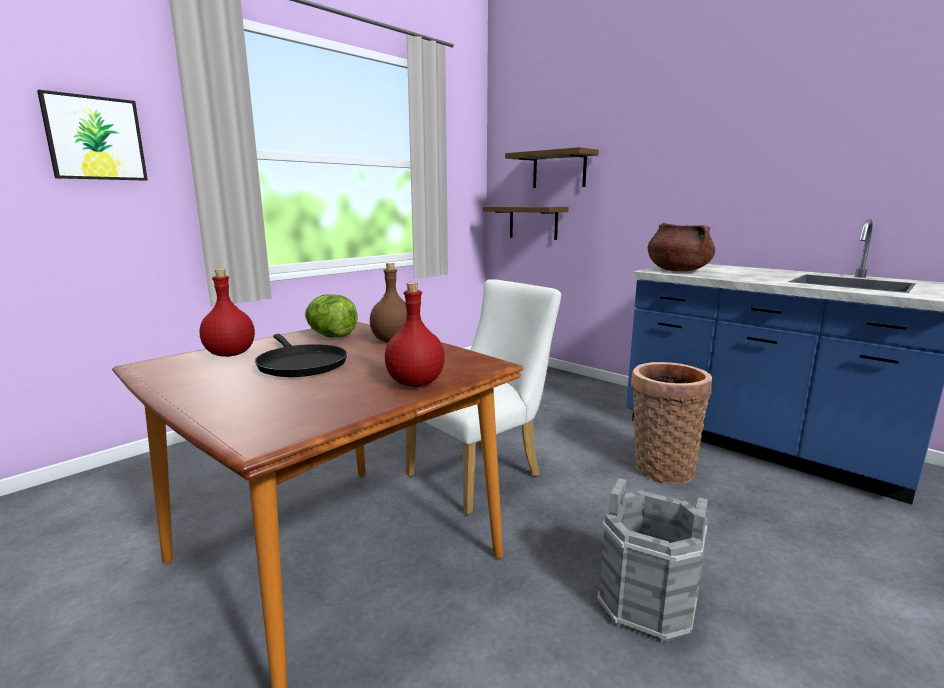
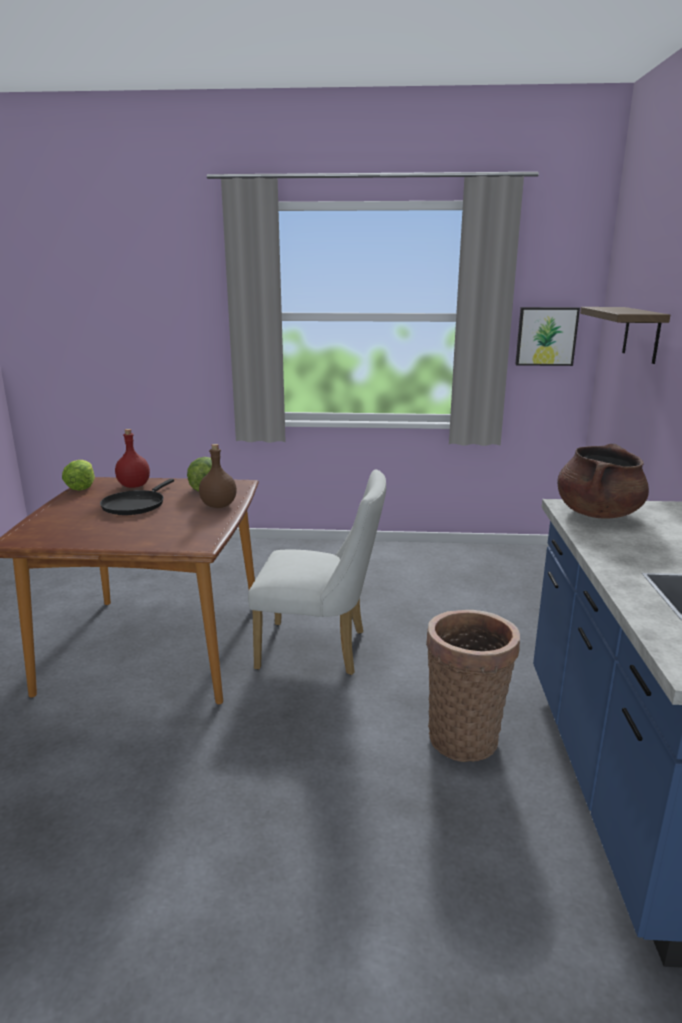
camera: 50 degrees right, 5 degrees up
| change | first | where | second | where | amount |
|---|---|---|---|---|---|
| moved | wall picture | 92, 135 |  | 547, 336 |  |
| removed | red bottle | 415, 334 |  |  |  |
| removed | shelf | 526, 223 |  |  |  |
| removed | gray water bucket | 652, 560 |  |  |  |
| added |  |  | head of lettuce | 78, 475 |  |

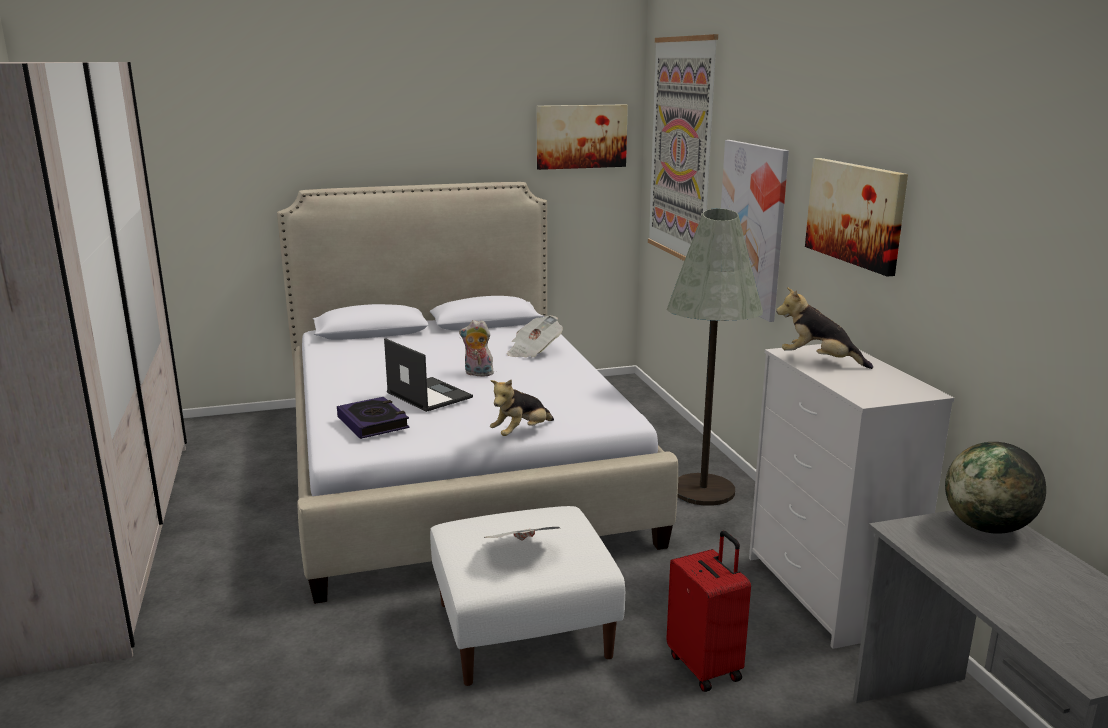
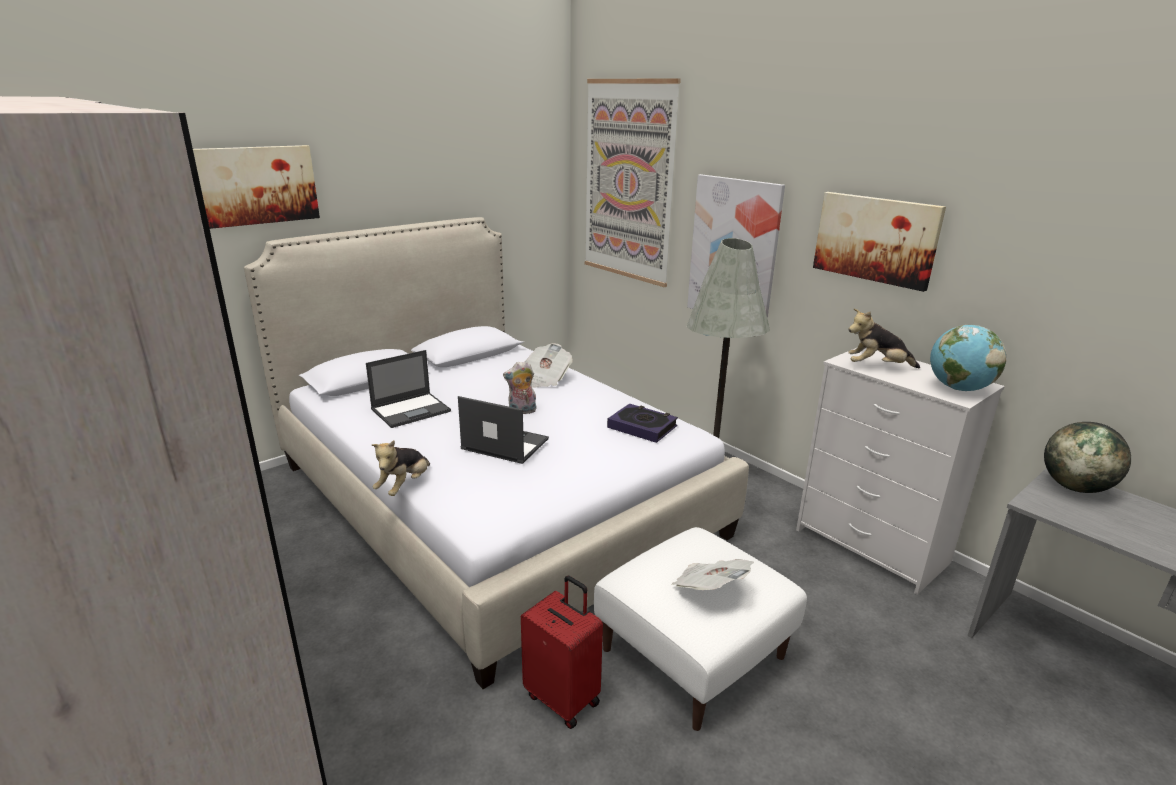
camera: 25 degrees left, 5 degrees up
| change | first | where | second | where | amount |
|---|---|---|---|---|---|
| moved | bound book | 373, 418 |  | 642, 423 |  |
| moved | cuddly toy | 522, 408 |  | 401, 468 |  |
| moved | wall picture | 582, 137 |  | 256, 187 |  |
| moved | red travel case | 708, 611 |  | 562, 652 |  |
| added |  |  | laptop | 408, 389 |  |
| added |  |  | world globe | 968, 358 |  |

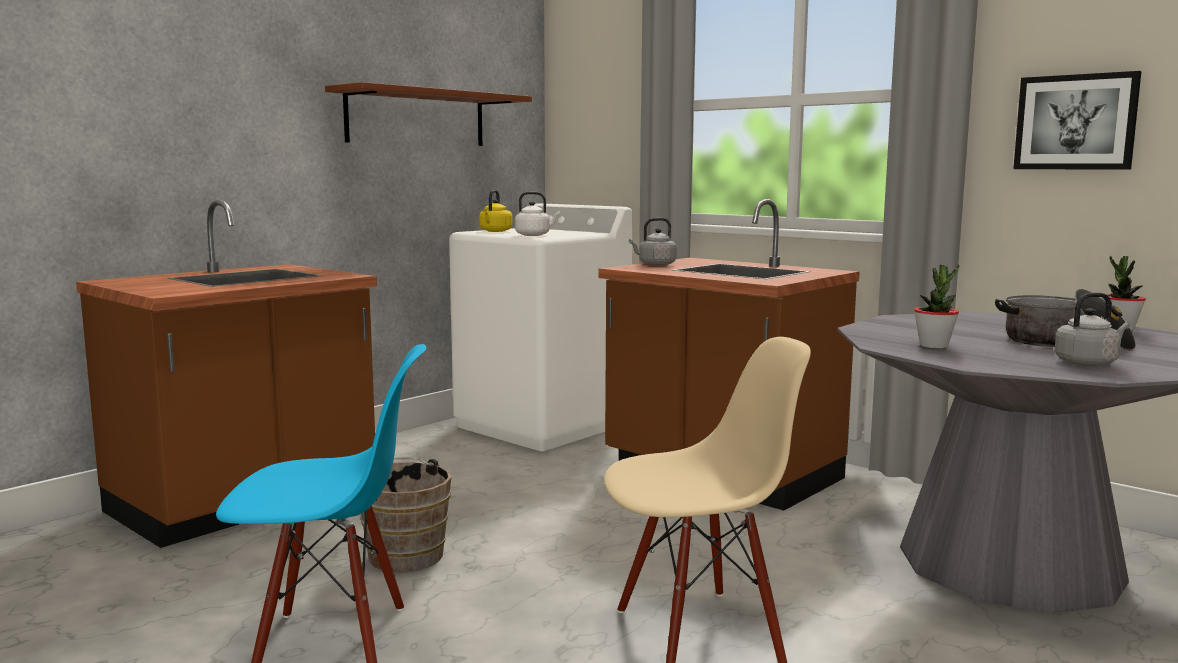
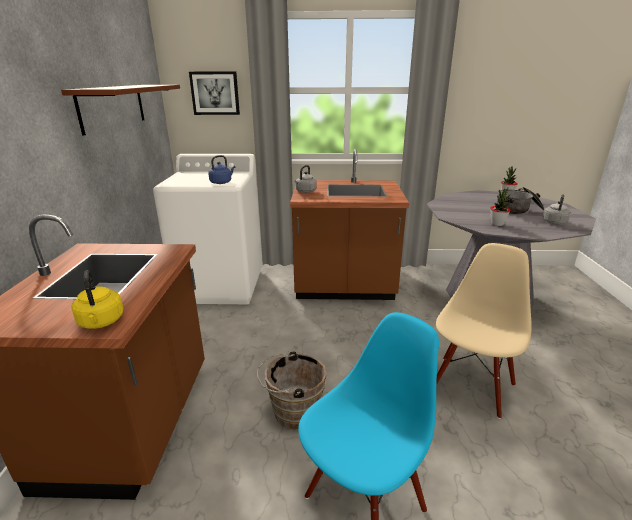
camera: 40 degrees left, 15 degrees up
| change | first | where | second | where | amount |
|---|---|---|---|---|---|
| moved | yellow kettle | 496, 211 |  | 98, 299 |  |
| recoloured | white kettle | 537, 214 | blue kettle | 221, 169 |  |
| moved | wall picture | 1077, 120 |  | 214, 93 |  |

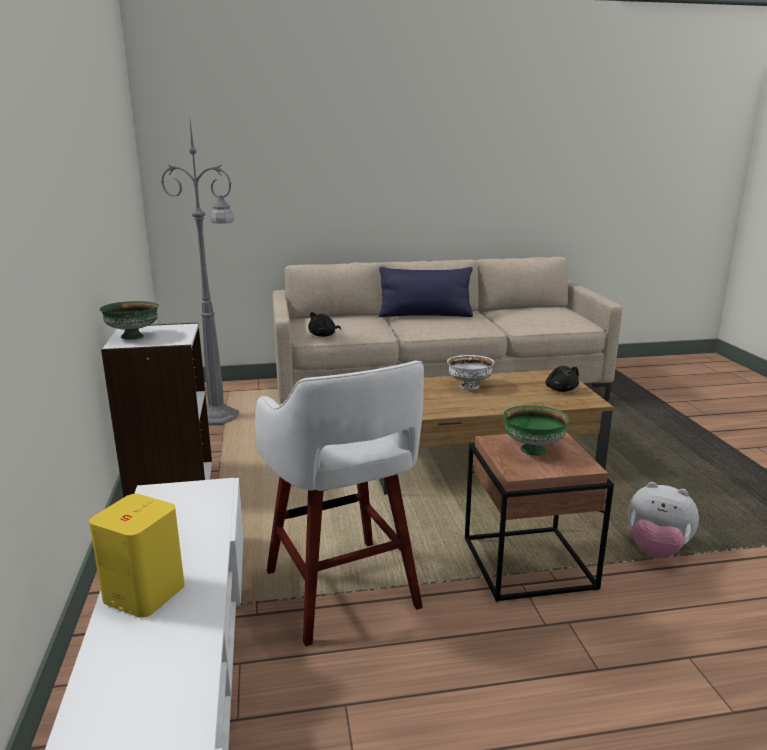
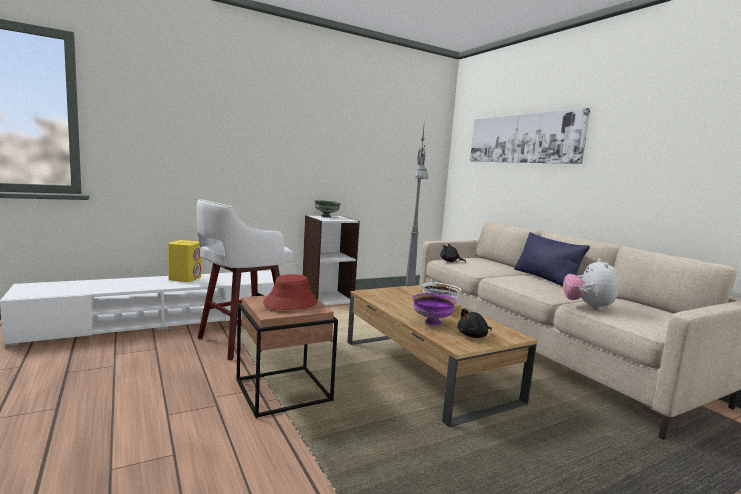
camera: 70 degrees right, 10 degrees down
| change | first | where | second | where | amount |
|---|---|---|---|---|---|
| replaced | green deep dish | 536, 430 | red hat | 290, 292 |  |
| moved | cuddly toy | 663, 520 |  | 590, 285 |  |
| added |  |  | purplish deep dish | 434, 309 |  |
| added |  |  | wall picture | 530, 136 |  |

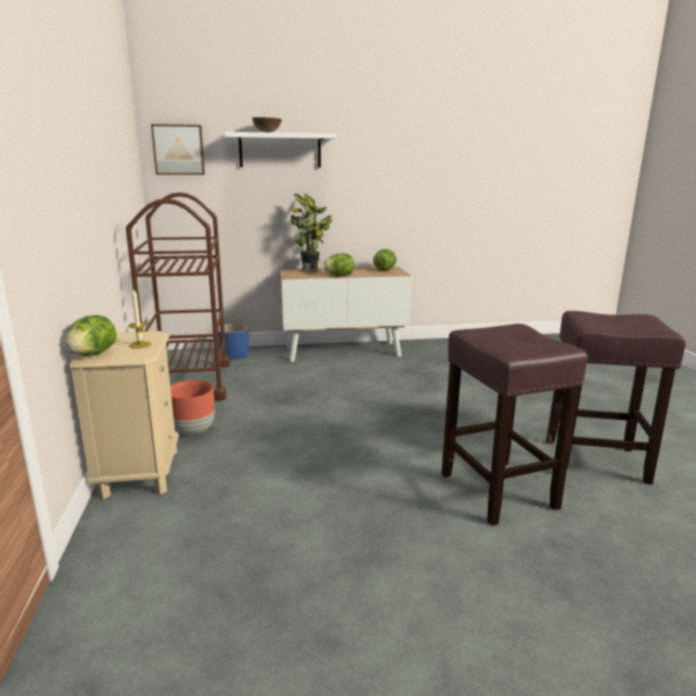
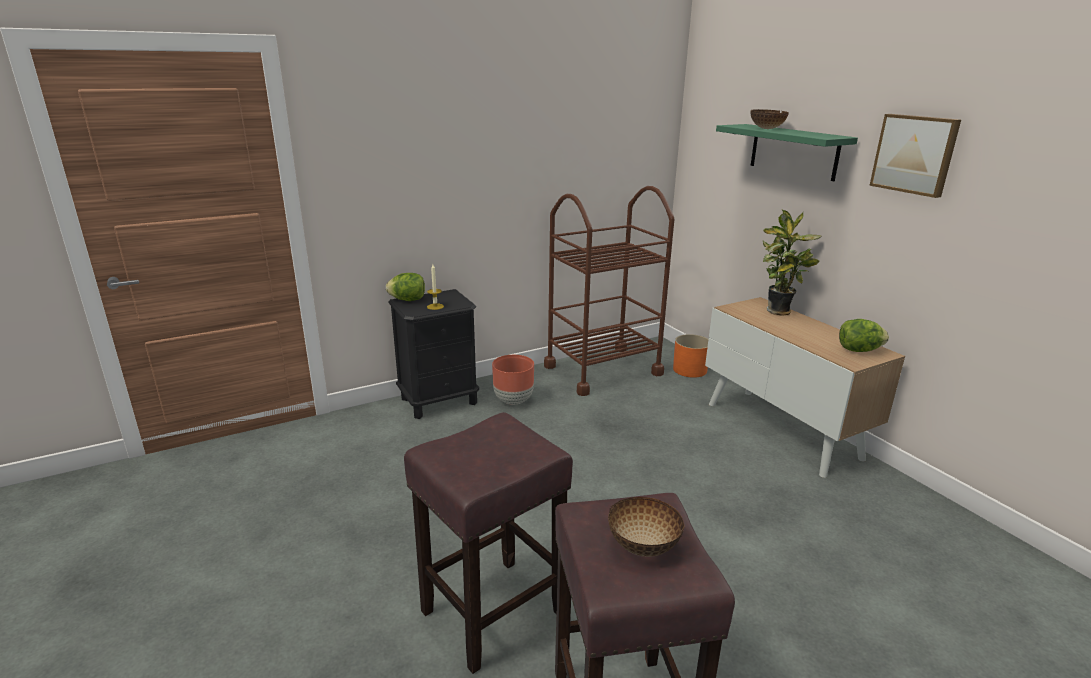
camera: 70 degrees right, 5 degrees up
| change | first | where | second | where | amount |
|---|---|---|---|---|---|
| recoloured | sand-coloured bedside table | 124, 415 | black bedside table | 433, 354 |  |
| moved | wall picture | 178, 149 |  | 915, 156 |  |
| recoloured | blue plant pot | 233, 342 | orangey plant pot | 690, 356 |  |
| recoloured | white shelf | 280, 150 | green shelf | 787, 152 |  |
| removed | head of lettuce | 338, 264 |  |  |  |
| added |  |  | deep dish | 646, 527 |  |

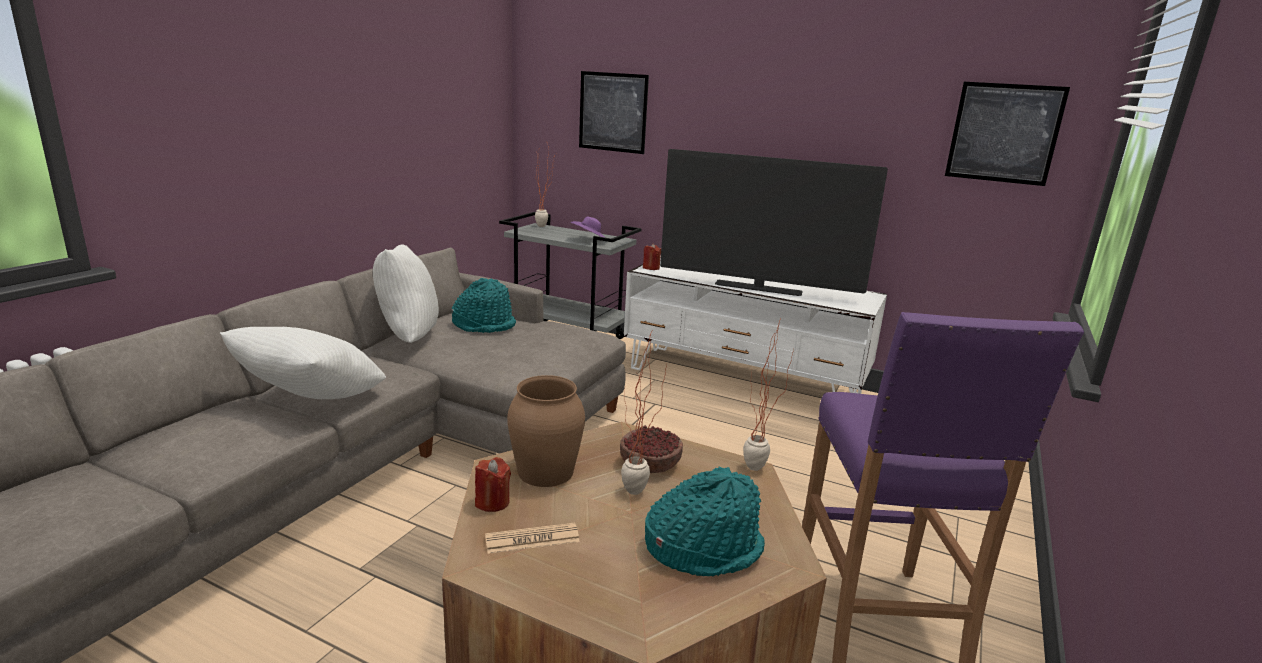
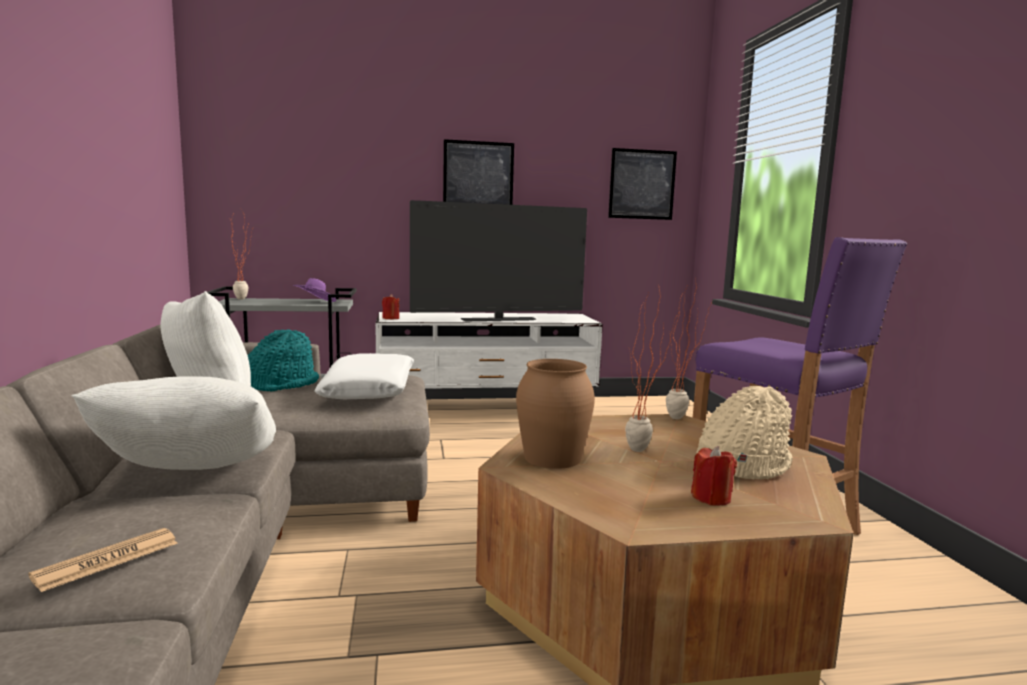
camera: 35 degrees left, 10 degrees down
| change | first | where | second | where | amount |
|---|---|---|---|---|---|
| moved | red wax candle | 493, 484 |  | 714, 475 |  |
| moved | daily paper | 532, 538 |  | 103, 560 |  |
| moved | wall picture | 614, 112 |  | 478, 172 |  |
| removed | deep dish | 651, 449 |  |  |  |
| recoloured | turquoise hat | 705, 521 | sand-coloured hat | 744, 433 |  |
| added |  |  | white cushion | 364, 376 |  |

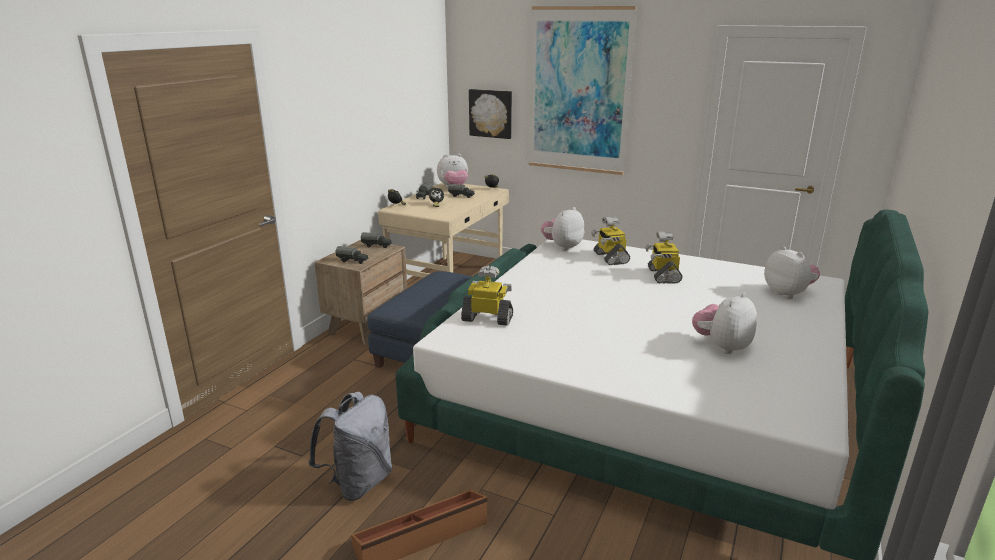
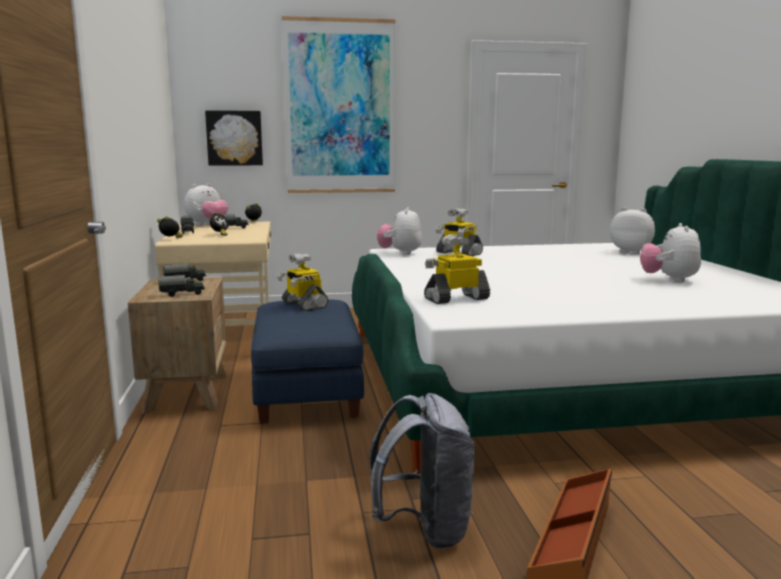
camera: 35 degrees left, 10 degrees down
| change | first | where | second | where | amount |
|---|---|---|---|---|---|
| moved | robot figure | 663, 257 |  | 302, 282 |  |

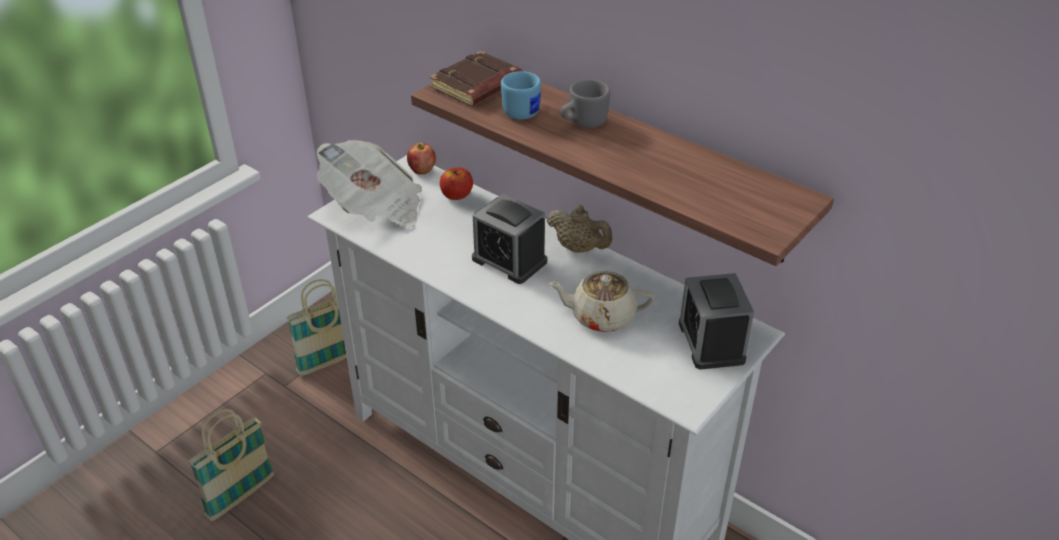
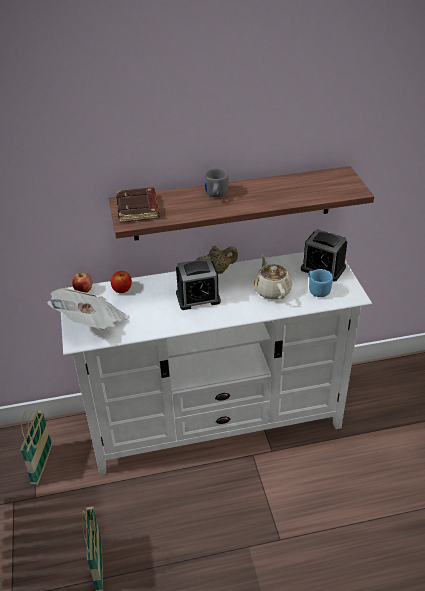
camera: 50 degrees left, 0 degrees up
| change | first | where | second | where | amount |
|---|---|---|---|---|---|
| moved | blue mug | 521, 95 |  | 320, 283 |  |
| turned | sand-coloured pot for tea | 601, 301 |  | 273, 276 | 120 degrees clockwise |

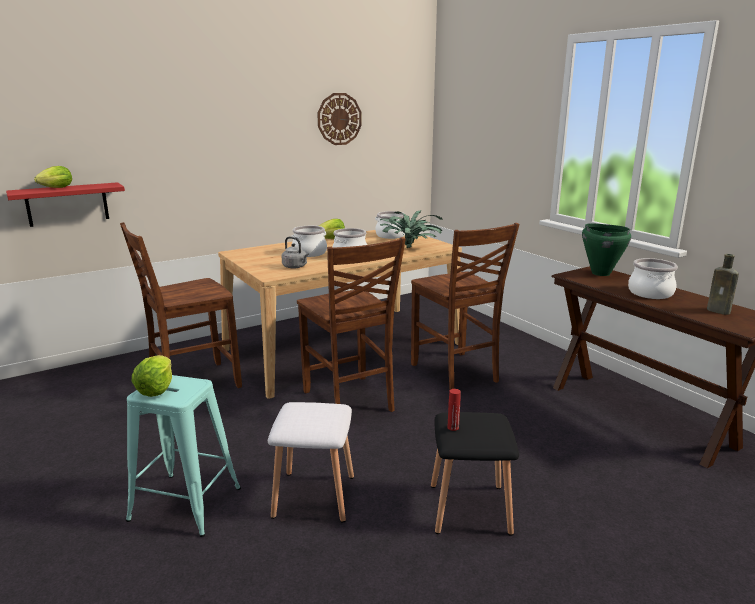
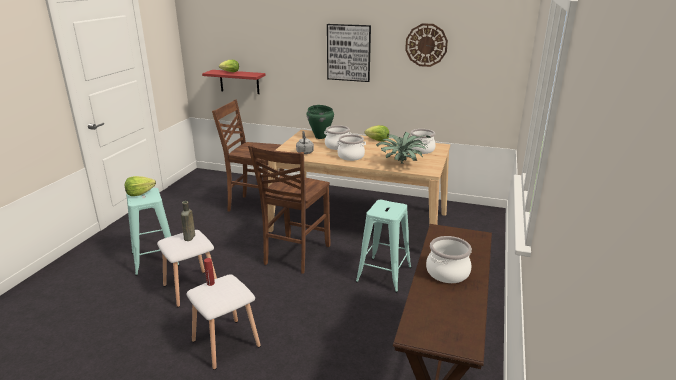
camera: 50 degrees right, 5 degrees up
| change | first | where | second | where | amount |
|---|---|---|---|---|---|
| replaced | brown plain chair | 465, 307 | turquoise stool seat | 384, 246 |  |
| recoloured | black stool seat | 475, 474 | white stool seat | 223, 322 |  |
| moved | green cooking pot | 606, 249 |  | 320, 122 |  |
| moved | brown bottle | 723, 284 |  | 188, 221 |  |
| added |  |  | wall picture | 349, 53 |  |

